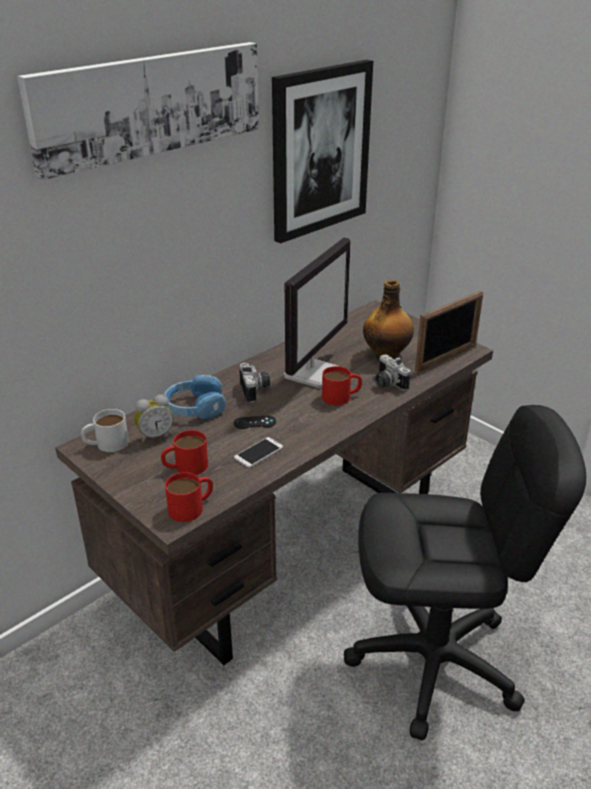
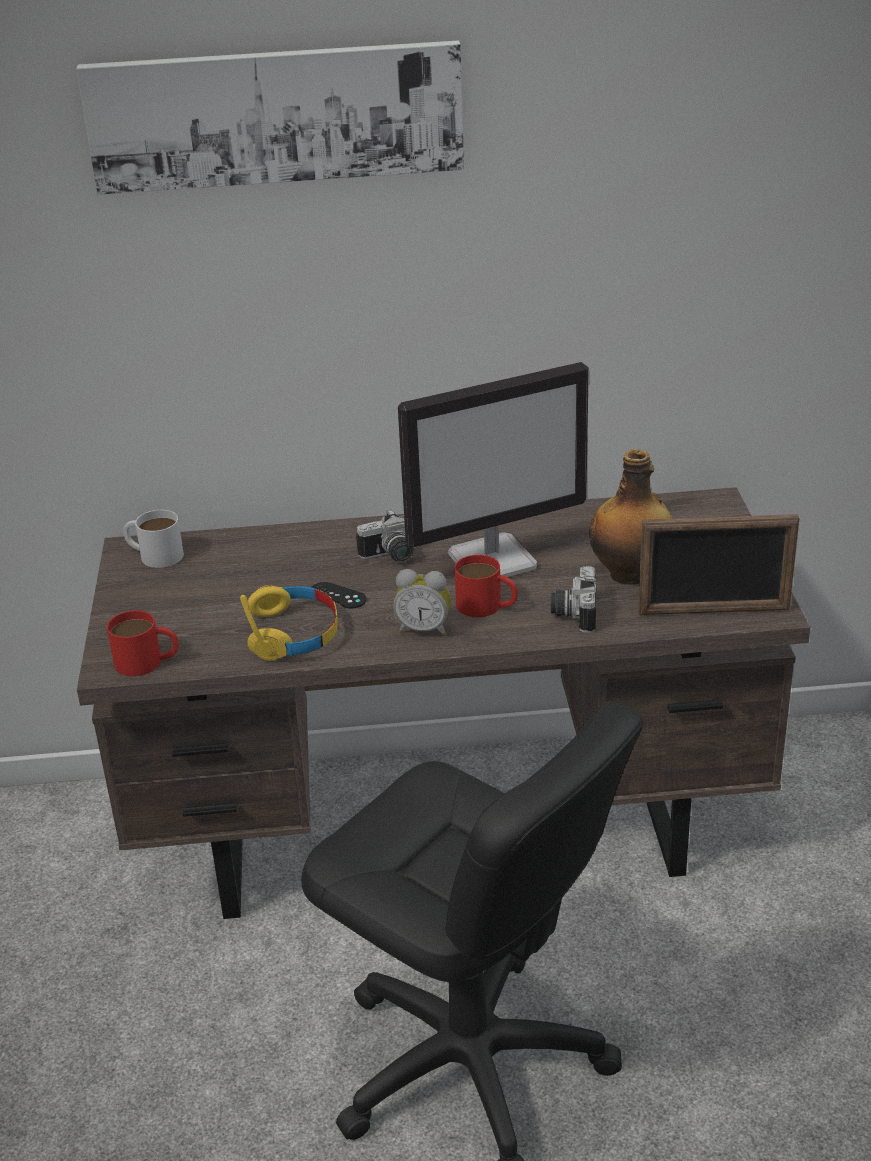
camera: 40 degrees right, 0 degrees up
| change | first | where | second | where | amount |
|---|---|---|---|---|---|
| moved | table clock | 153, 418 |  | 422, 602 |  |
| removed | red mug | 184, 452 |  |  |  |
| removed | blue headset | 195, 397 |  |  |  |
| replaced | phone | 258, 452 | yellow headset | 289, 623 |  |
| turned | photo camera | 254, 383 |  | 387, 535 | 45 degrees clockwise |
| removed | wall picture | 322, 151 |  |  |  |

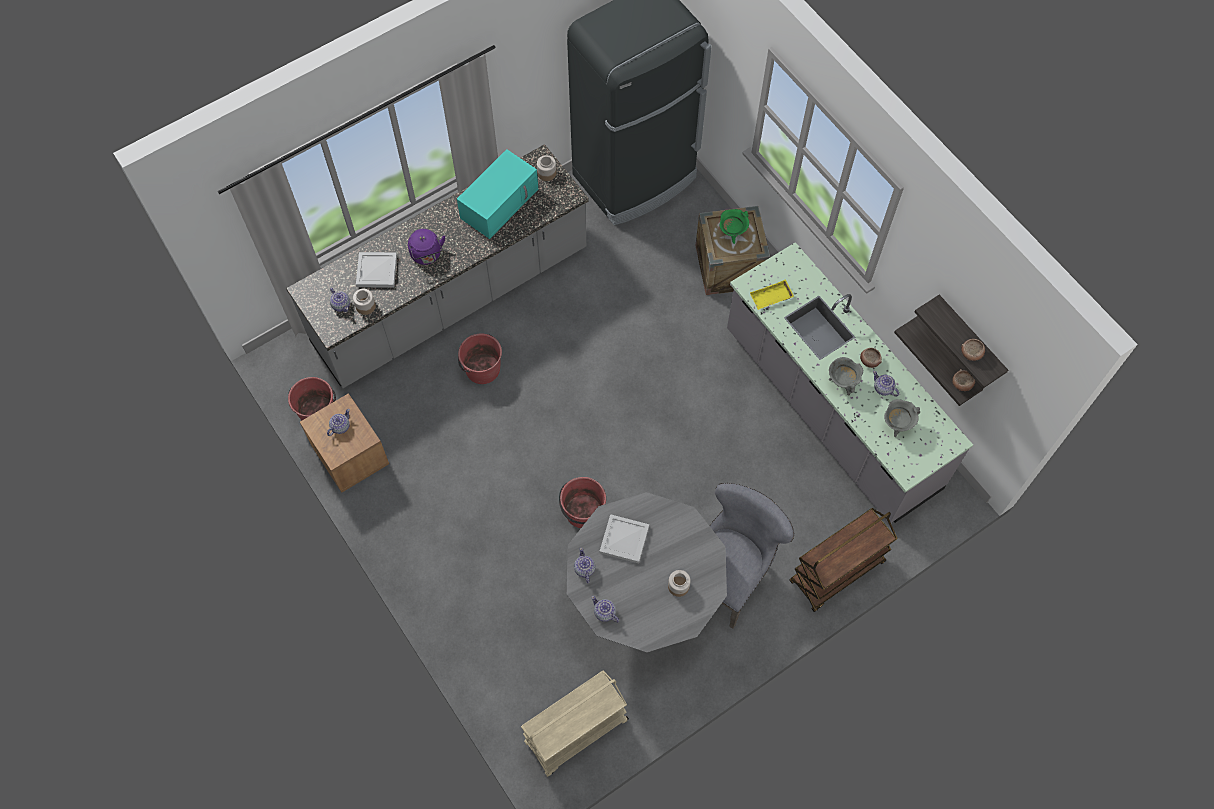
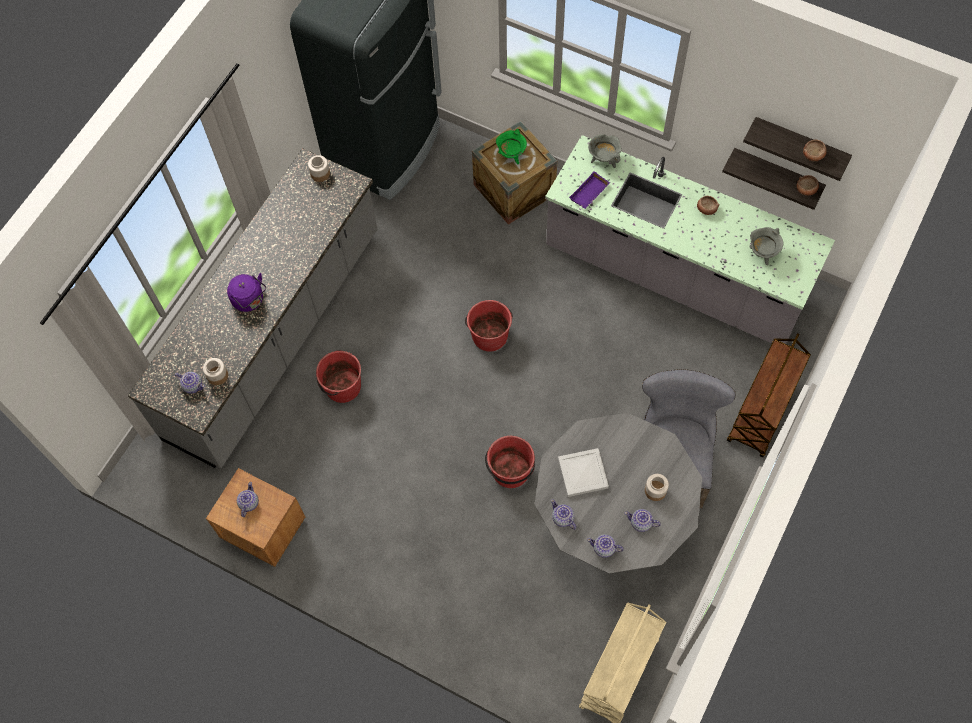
camera: 25 degrees left, 0 degrees up
| change | first | where | second | where | amount |
|---|---|---|---|---|---|
| moved | red water bucket | 312, 398 |  | 489, 326 |  |
| removed | white carrying tray | 376, 270 |  |  |  |
| removed | turquoise kitchen microwave | 497, 194 |  |  |  |
| recoloured | yellow carrying tray | 772, 294 | purplish carrying tray | 589, 190 |  |
| moved | gray cooking pot | 846, 376 |  | 605, 151 |  |
| moved | pot for tea | 886, 383 |  | 643, 520 |  |

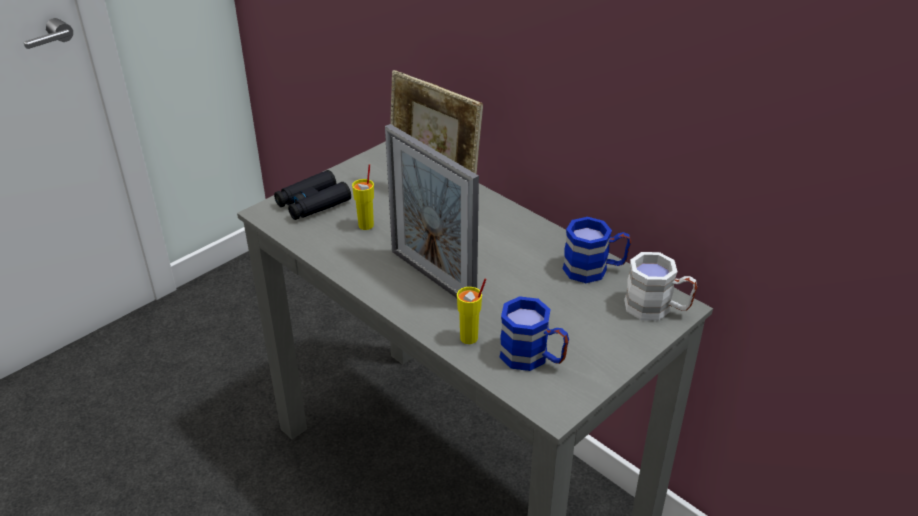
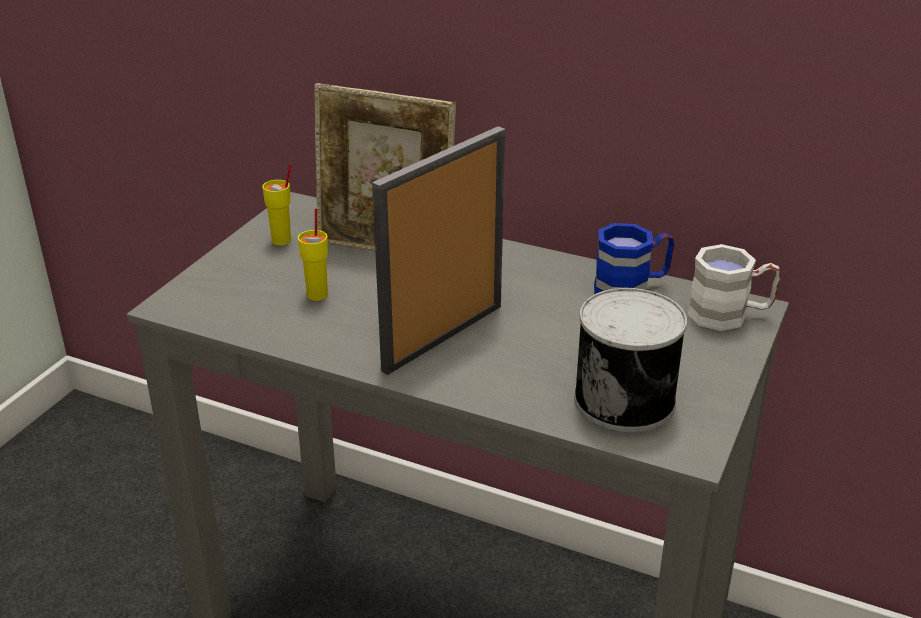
camera: 20 degrees left, 5 degrees down
| change | first | where | second | where | amount |
|---|---|---|---|---|---|
| removed | black field glasses | 312, 195 |  |  |  |
| turned | photo frame | 432, 211 |  | 438, 250 | 105 degrees clockwise |
| moved | yellow cup | 471, 311 |  | 277, 204 |  |
| replaced | blue mug | 534, 333 | metal can | 630, 360 |  |

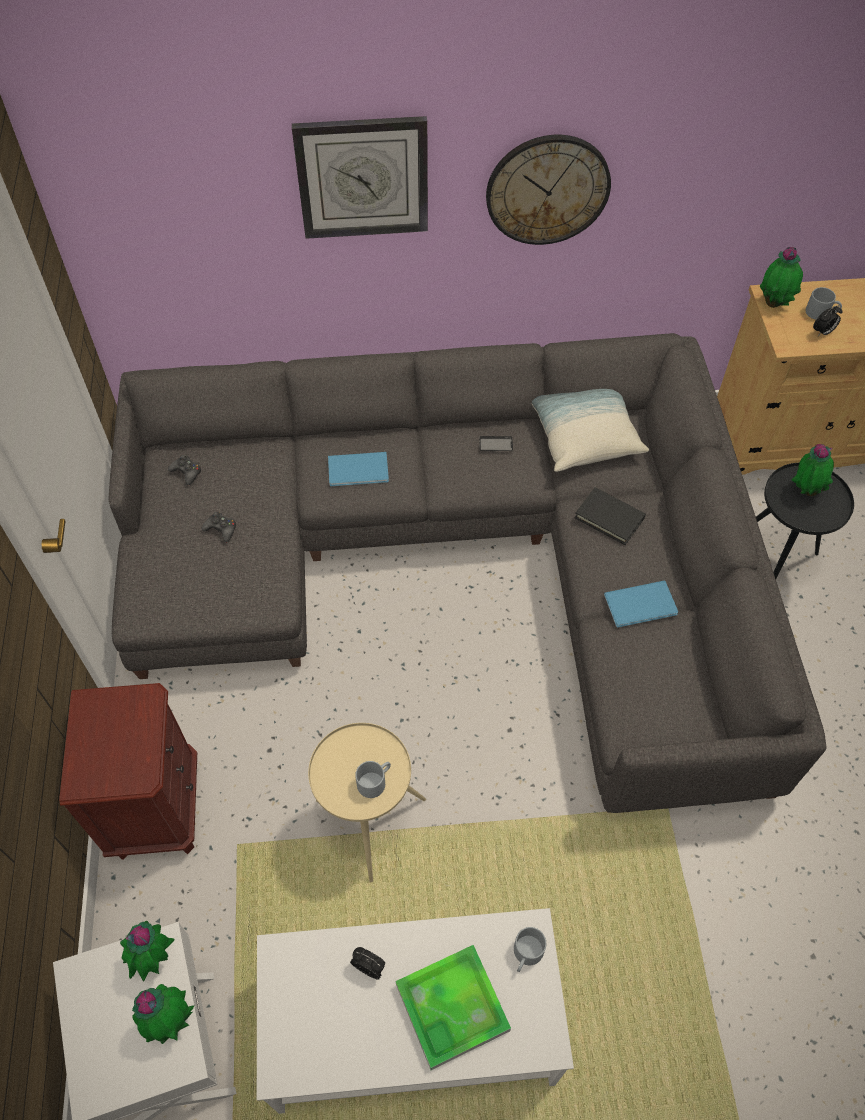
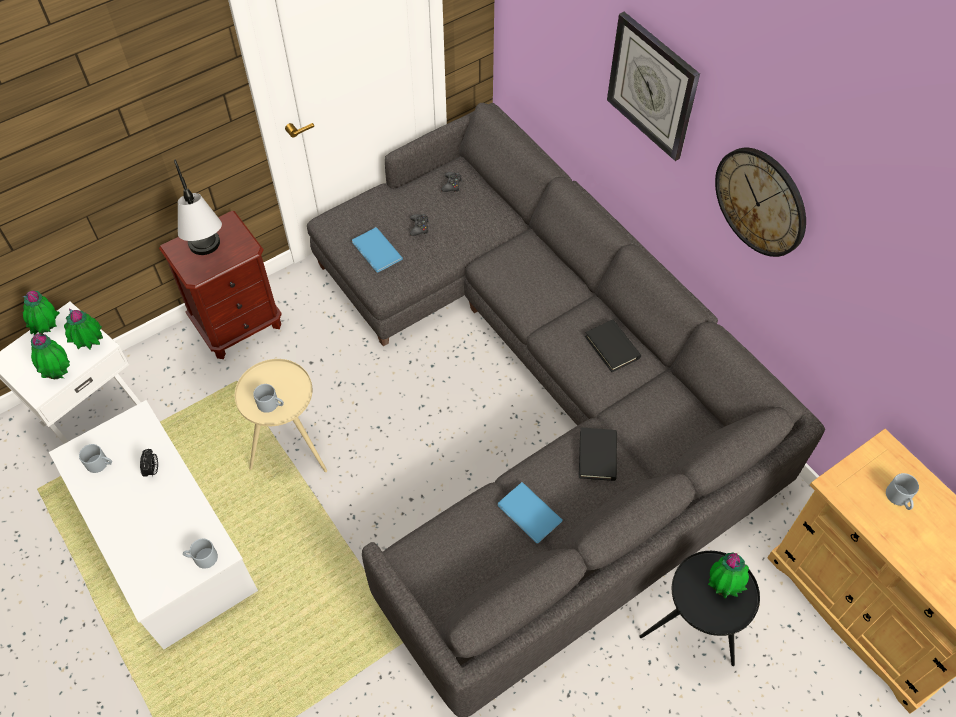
camera: 60 degrees right, 0 degrees up
| change | first | where | second | where | amount |
|---|---|---|---|---|---|
| moved | blue bound book | 358, 469 |  | 377, 250 |  |
| removed | carrying tray | 453, 1007 |  |  |  |
| replaced | phone | 496, 443 | black bound book | 613, 345 |  |
| removed | cushion | 590, 430 |  |  |  |
| moved | plant in a pot | 781, 277 |  | 41, 312 |  |
| removed | table clock | 828, 320 |  |  |  |
| added |  |  | gray mug | 95, 458 |  |
| added |  |  | table lamp | 198, 207 |  |

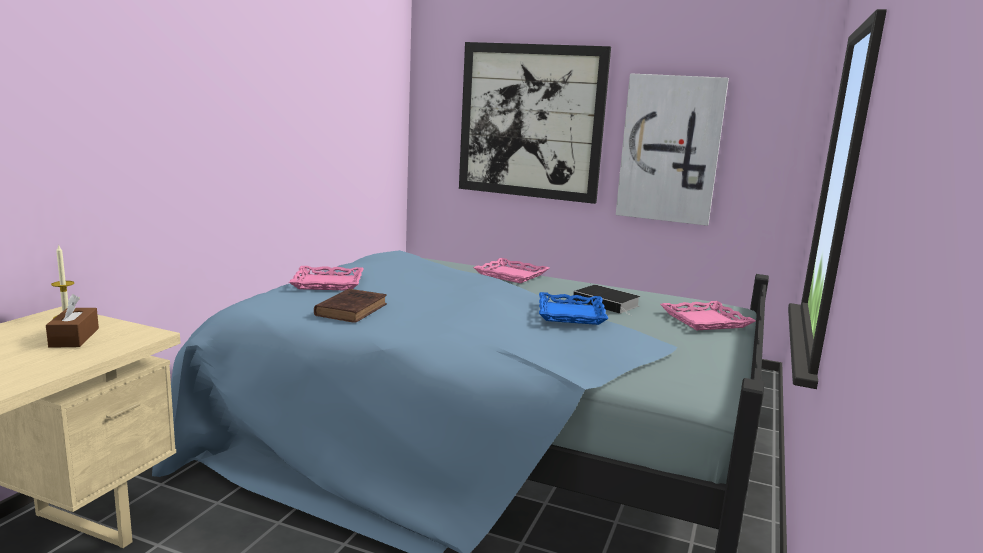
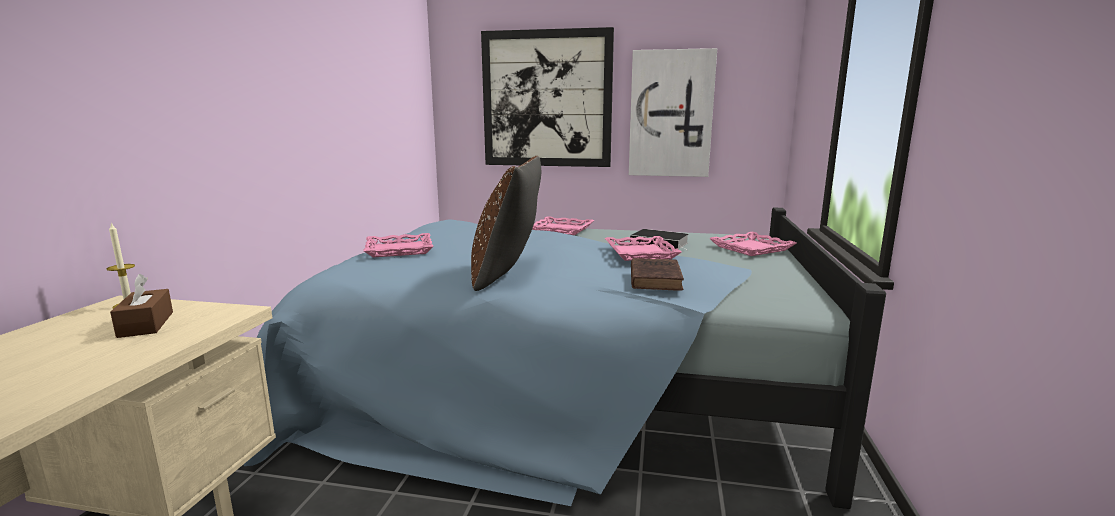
camera: 10 degrees left, 0 degrees up
| change | first | where | second | where | amount |
|---|---|---|---|---|---|
| moved | brown bound book | 350, 306 |  | 657, 274 |  |
| recoloured | blue carrying tray | 573, 308 | pink carrying tray | 643, 248 |  |
| added |  |  | brown cushion | 506, 223 |  |

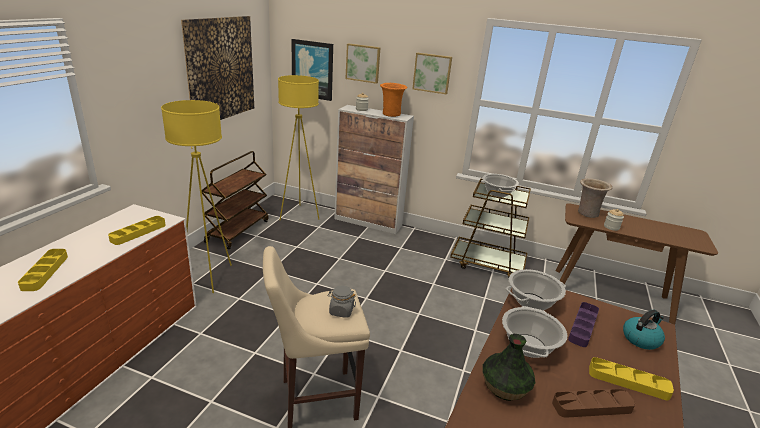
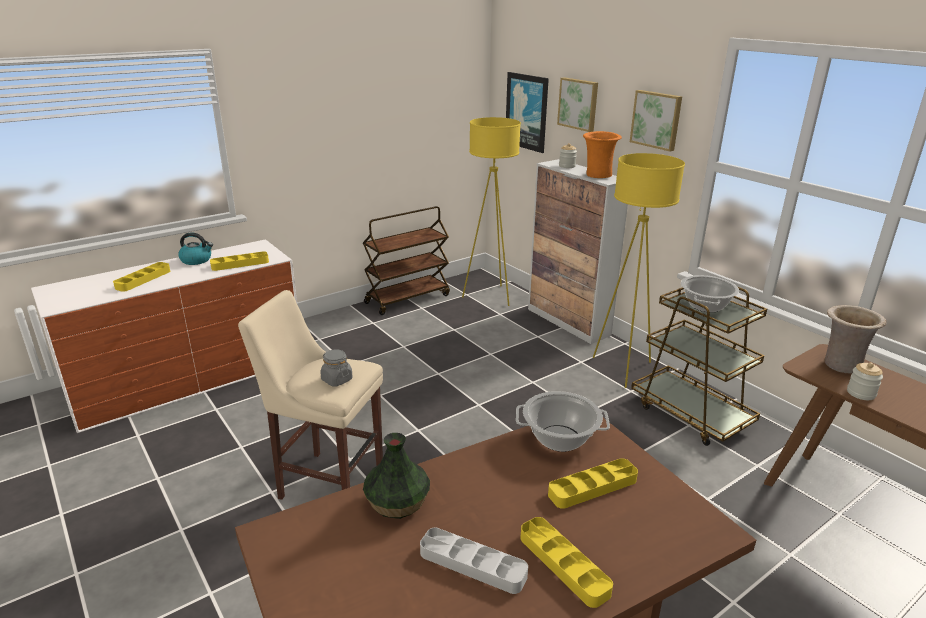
camera: 35 degrees right, 0 degrees up
| change | first | where | second | where | amount |
|---|---|---|---|---|---|
| moved | yellow standard lamp | 196, 196 |  | 639, 270 |  |
| removed | wall picture | 217, 68 |  |  |  |
| removed | cooking pot | 534, 332 |  |  |  |
| recoloured | brown carrying tray | 594, 403 | gray carrying tray | 474, 560 |  |
| recoloured | purplish carrying tray | 583, 324 | yellow carrying tray | 593, 483 |  |
| moved | kettle | 644, 329 |  | 195, 248 |  |

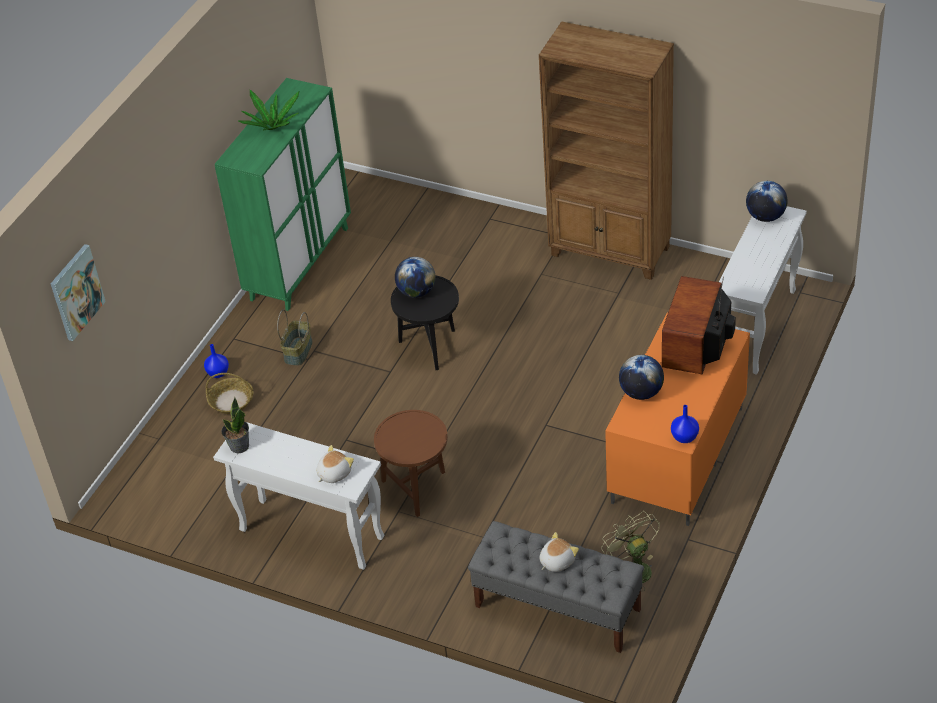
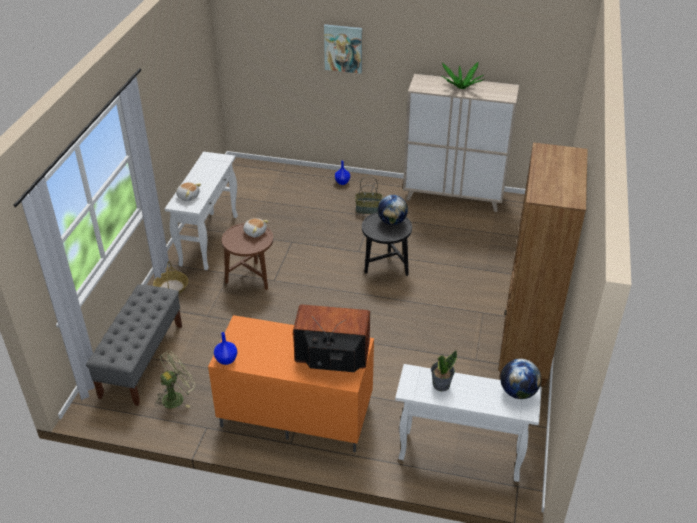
camera: 75 degrees right, 5 degrees down
| change | first | where | second | where | amount |
|---|---|---|---|---|---|
| moved | wall picture | 78, 292 |  | 343, 49 |  |
| moved | basket | 230, 393 |  | 170, 277 |  |
| recoloured | green cupboard | 283, 194 | sand-coloured cupboard | 461, 143 |  |
| moved | plant in a pot | 235, 425 |  | 444, 370 |  |
| moved | cuddly toy | 559, 552 |  | 256, 227 |  |
| removed | world globe | 641, 377 |  |  |  |

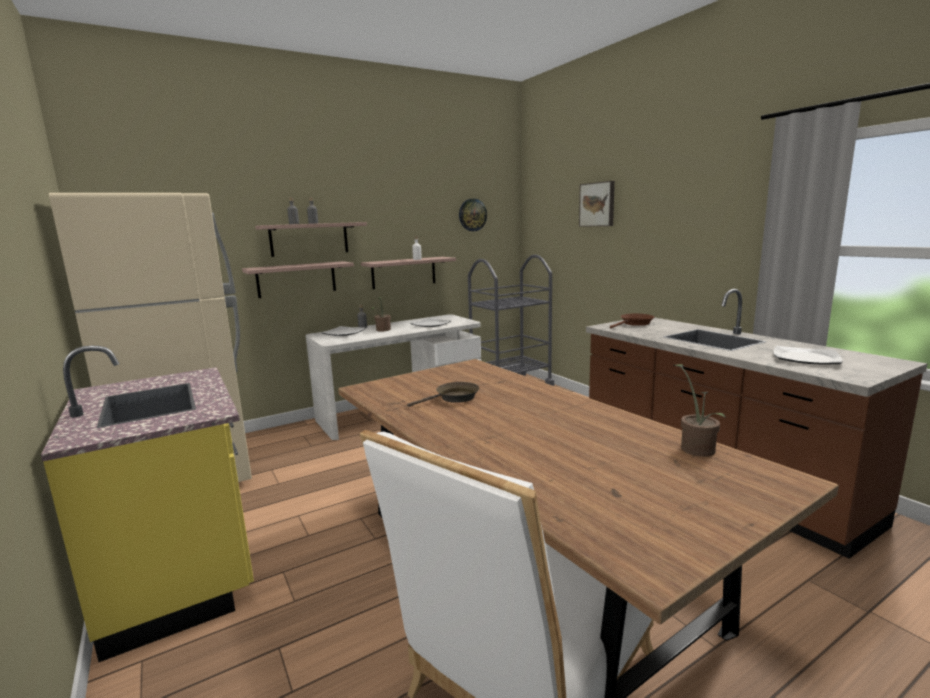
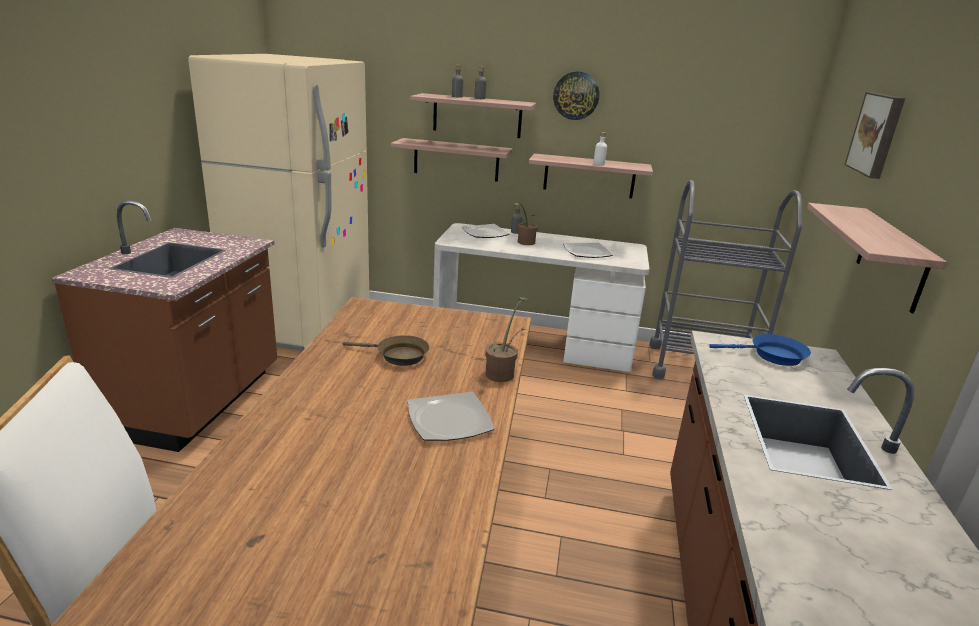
camera: 40 degrees right, 10 degrees up
| change | first | where | second | where | amount |
|---|---|---|---|---|---|
| recoloured | yellow kitchen counter | 147, 504 | brown kitchen counter | 164, 326 |  |
| moved | wall clock | 473, 215 |  | 576, 95 |  |
| recoloured | brown pan | 632, 321 | blue pan | 760, 350 |  |
| moved | plant in a pot | 700, 410 |  | 507, 339 |  |
| moved | plate | 807, 355 |  | 451, 416 |  |
| added |  |  | shelf | 877, 258 |  |

